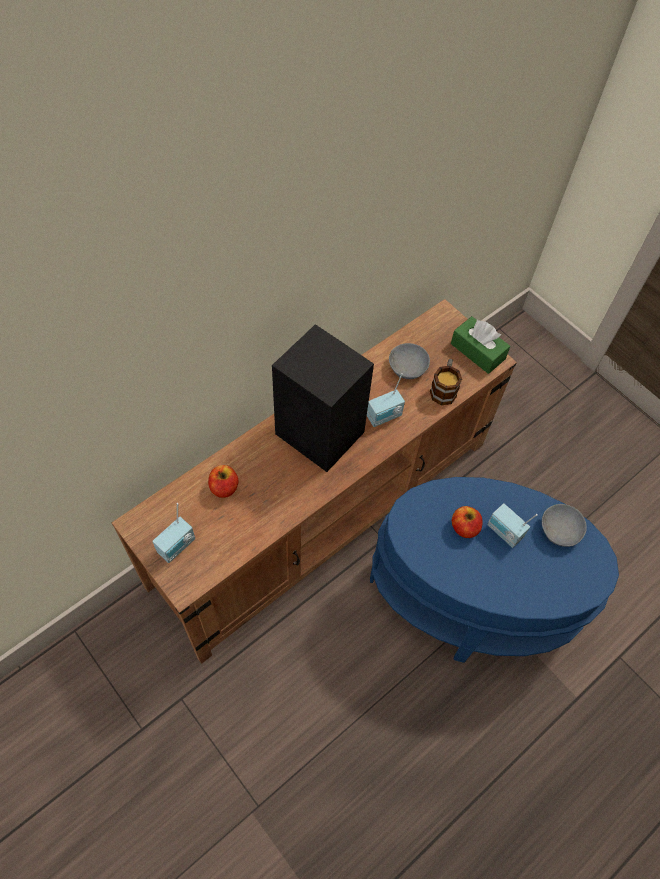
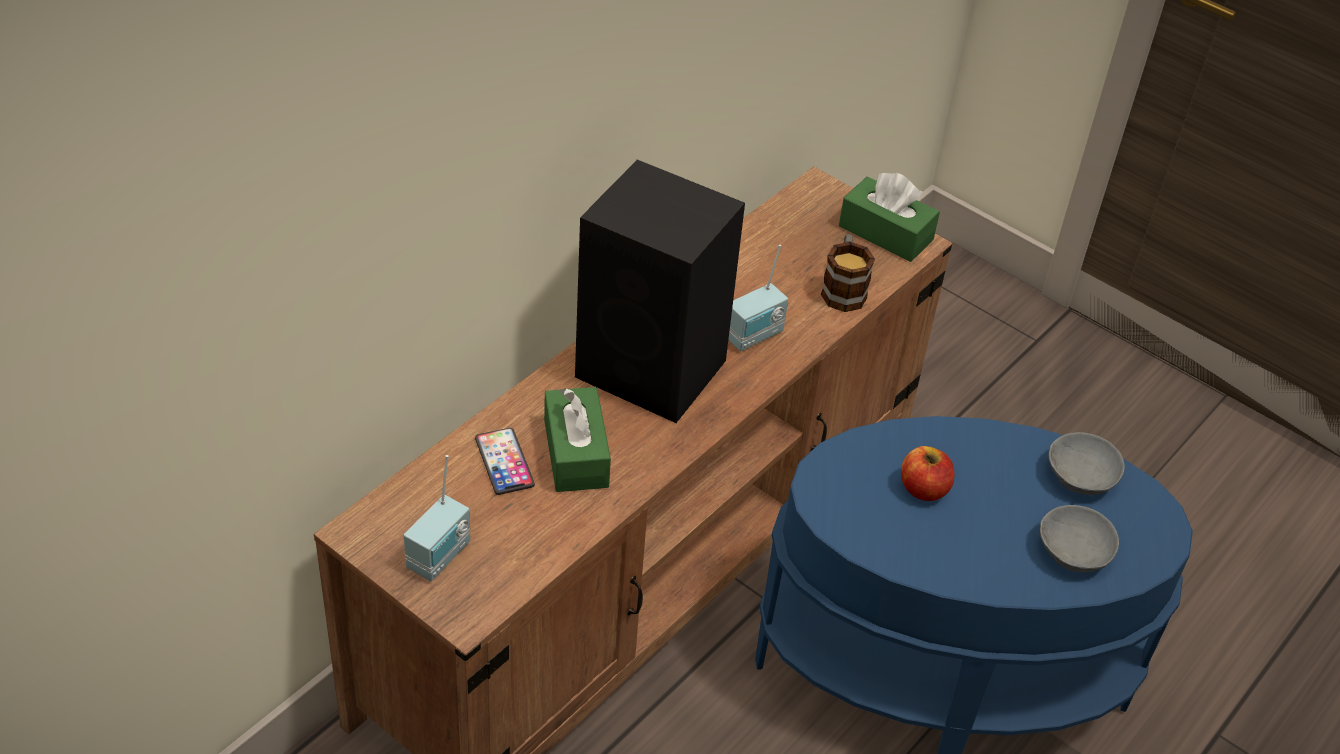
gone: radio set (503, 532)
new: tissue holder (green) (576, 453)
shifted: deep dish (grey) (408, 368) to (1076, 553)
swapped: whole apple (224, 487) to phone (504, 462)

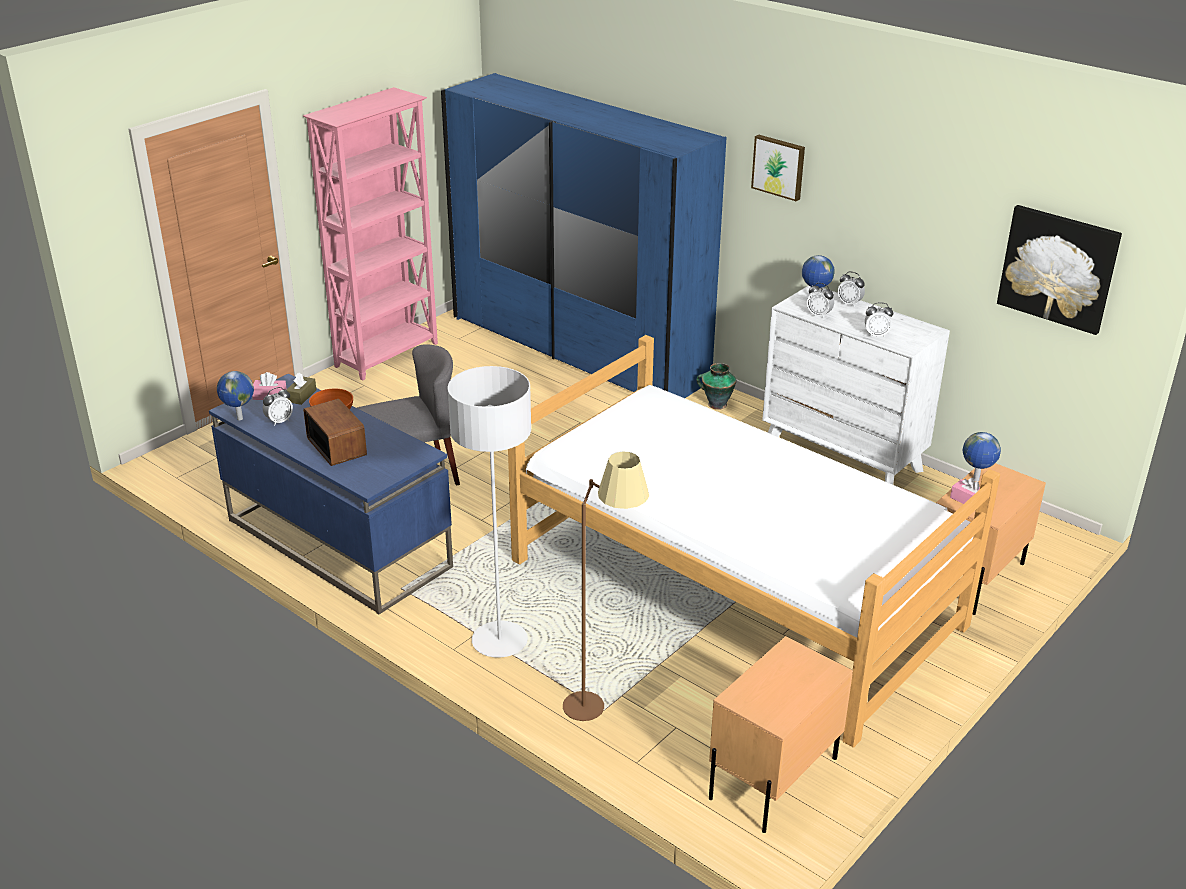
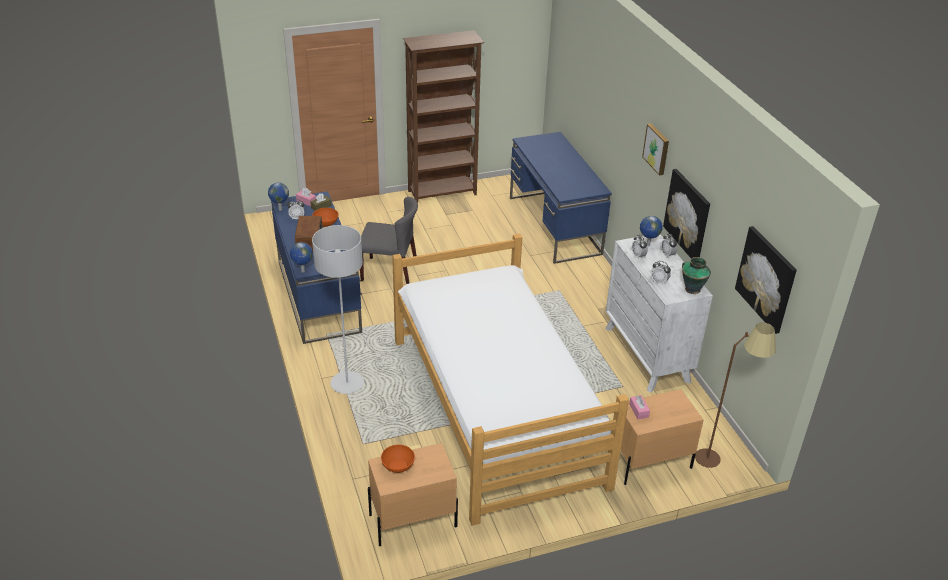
new: deep dish (orange-coloured) (397, 466); wall art (688, 215)
shifted: standing lamp (brown) (602, 704) to (719, 461); decorative vase (716, 404) to (692, 289); world globe (976, 480) to (302, 271)
swapped: wardrobe (blue-coloured) (579, 349) to desk unit (blue-coloured) (554, 226)
repainted: bookcase (pink-coloured) (388, 355) to bookcase (brown) (443, 193)

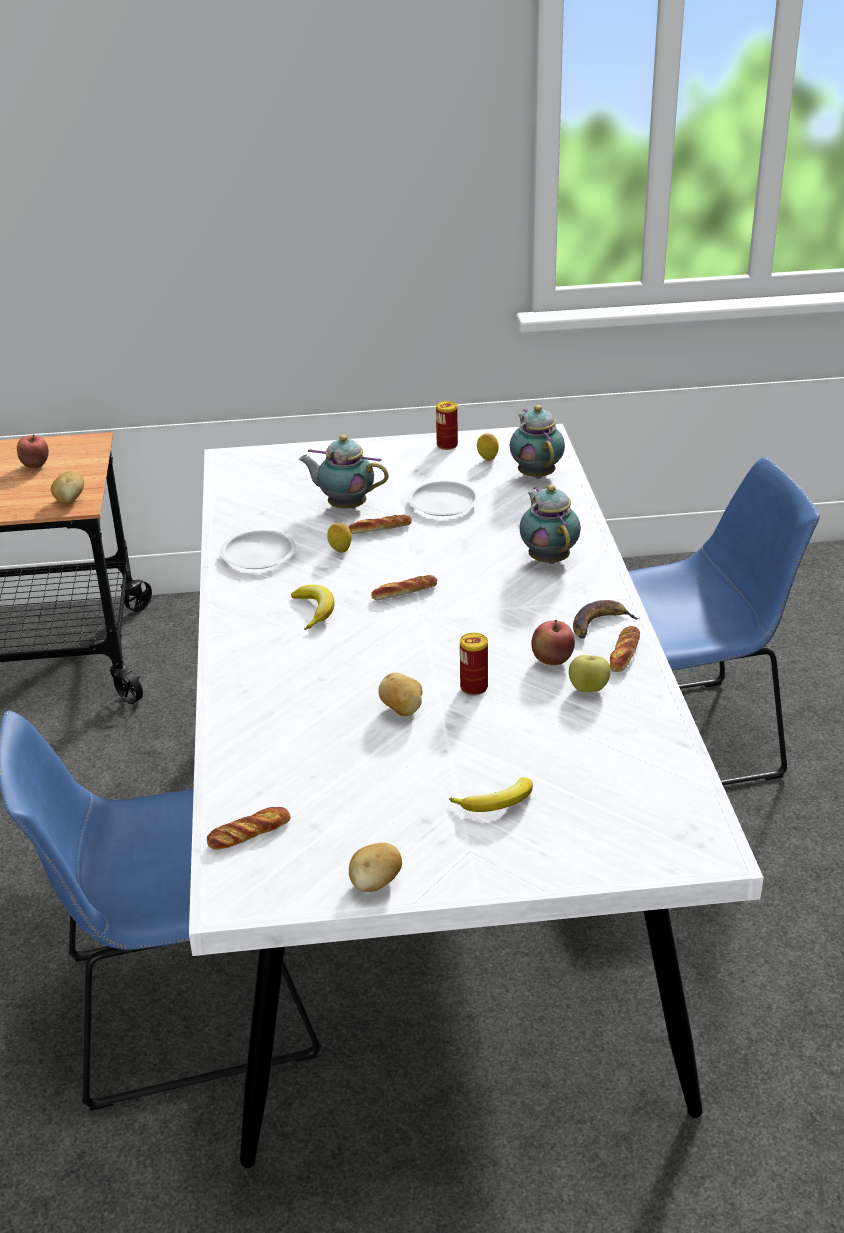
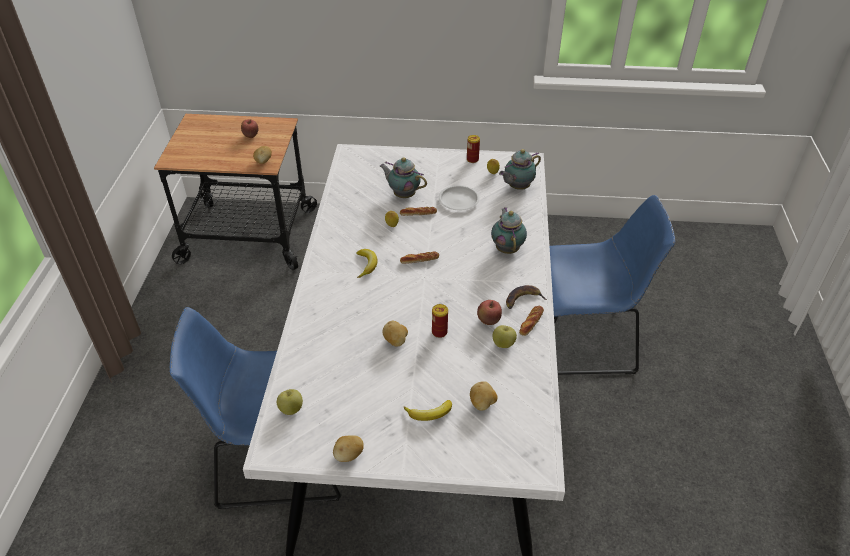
gone: flat dish (white) (258, 554)
new: whole potato (482, 404)
swapped: bread (249, 833) to whole apple (291, 409)
rotated: pot for tea (536, 474) = (517, 187) 120 degrees counterclockwise

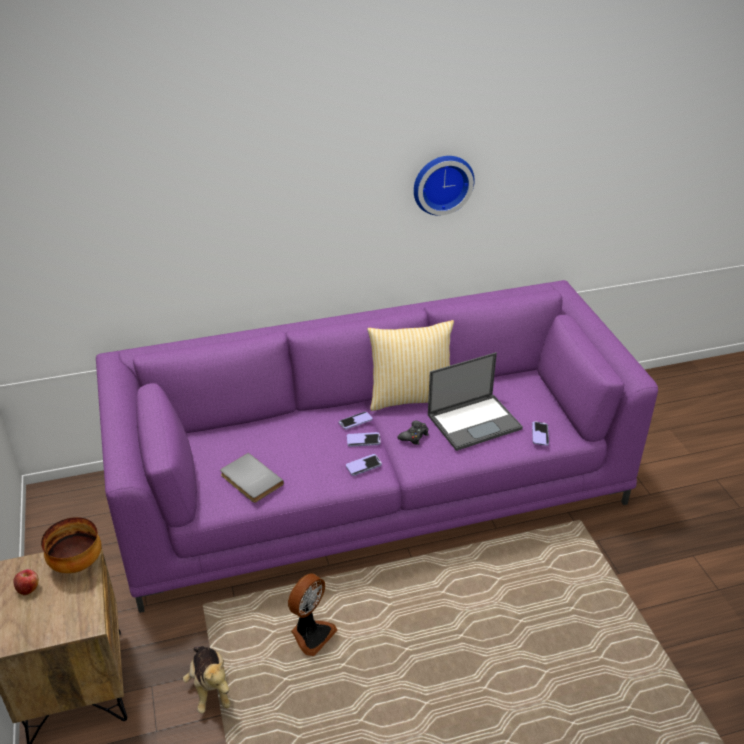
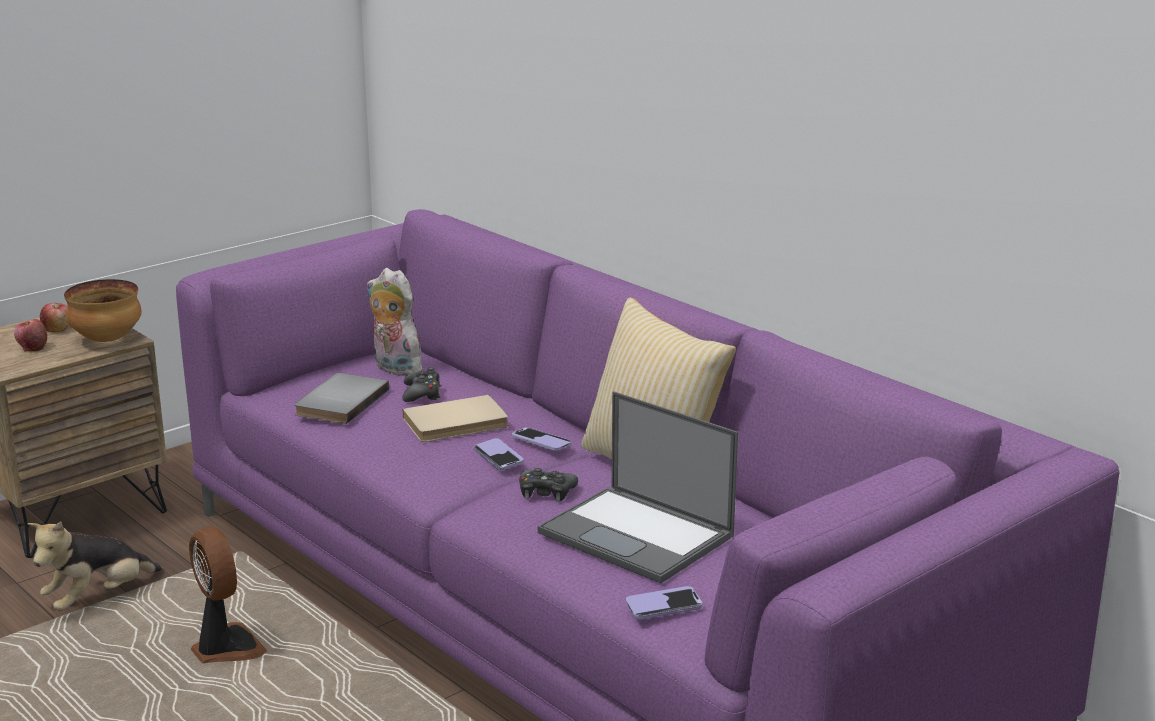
gone: phone (363, 466); wall clock (442, 183)
new: whole apple (32, 347); plush toy (394, 368); gamepad (black) (422, 394); volume (beige-coloured) (457, 424)
rotated: cooling fan (311, 634) = (226, 649) 135 degrees counterclockwise

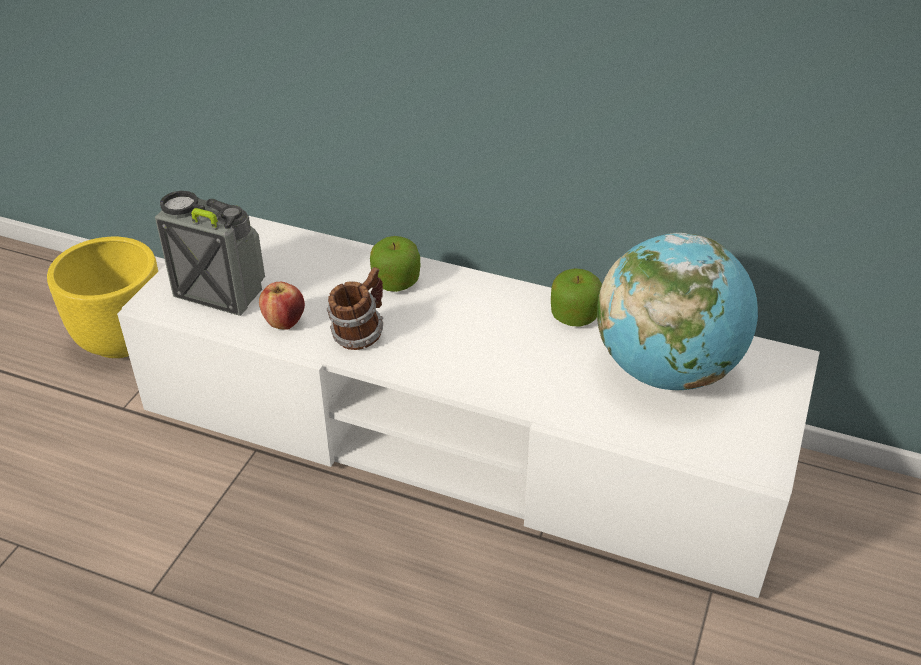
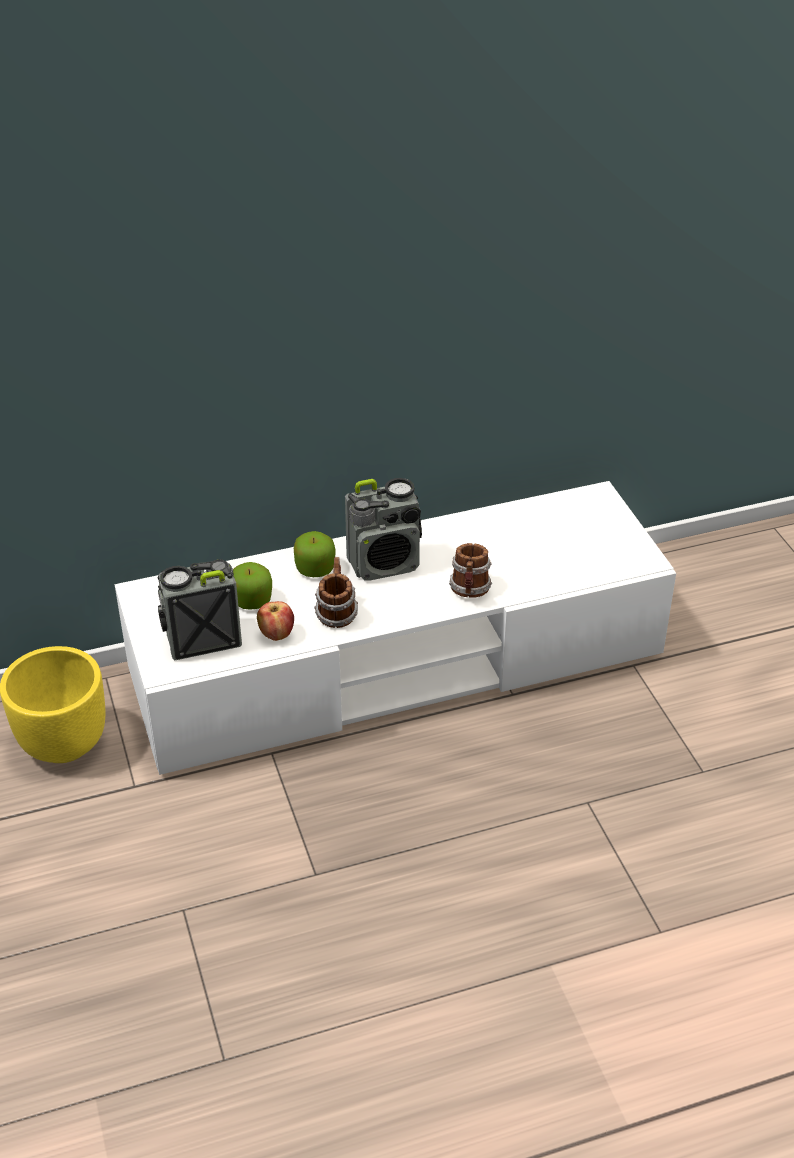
gone: world globe (667, 370)
new: radio set (385, 564); coffee mug (470, 591)
shifted: whole apple (574, 315) to (252, 600)

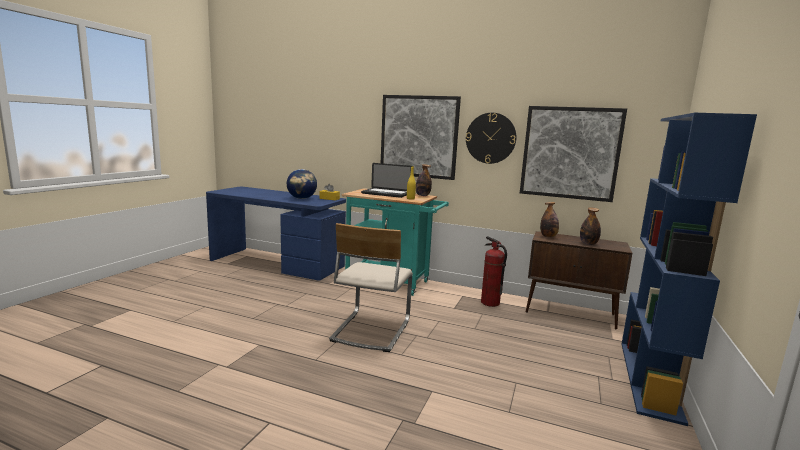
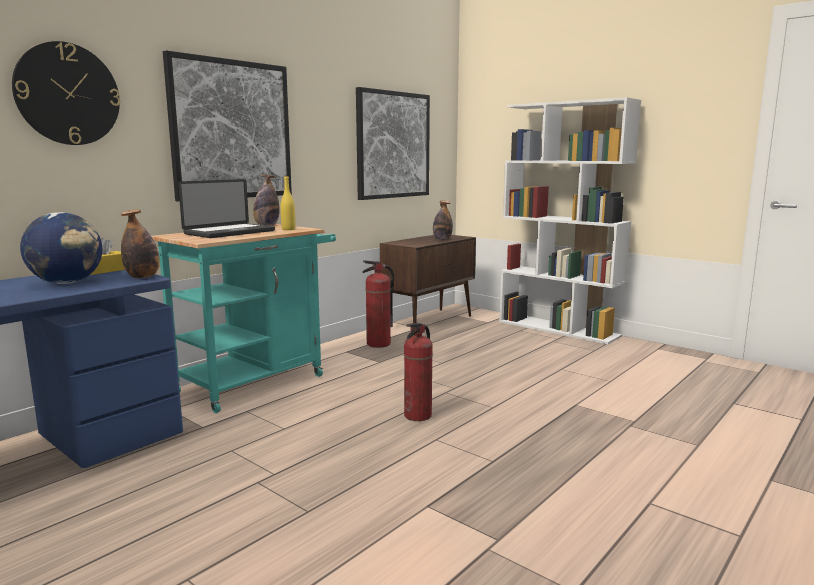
shifted: wall clock (490, 138) to (68, 94); beverage bottle (548, 236) to (143, 277)
swapped: plain chair (beige-coloured) (370, 330) to fire-fighting cylinder (418, 416)
repainted: bookcase (blue-coloured) (650, 379) to bookcase (white) (558, 329)

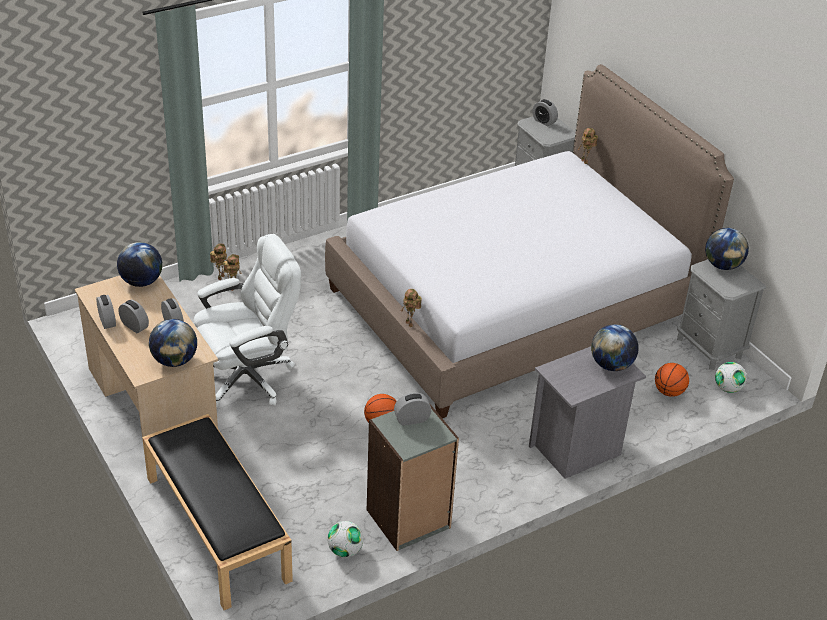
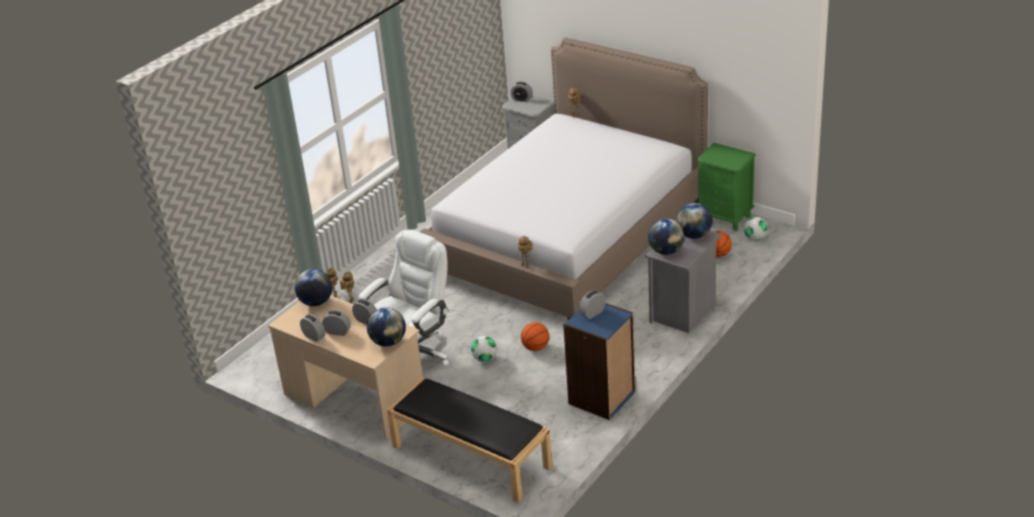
shifted: football (345, 550) to (485, 359); world globe (722, 265) to (666, 251)
repainted: bookcase (grey) (408, 519) to bookcase (blue-coloured) (602, 398); night table (grey) (709, 348) to night table (green) (725, 218)

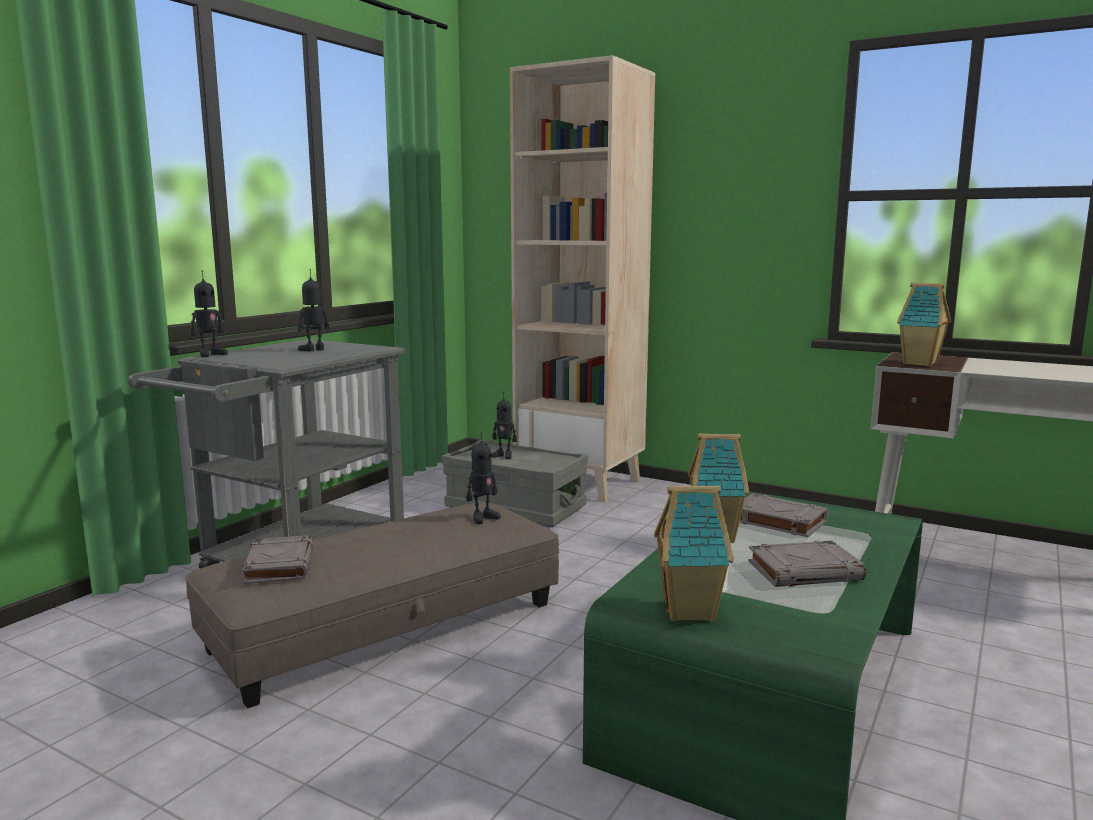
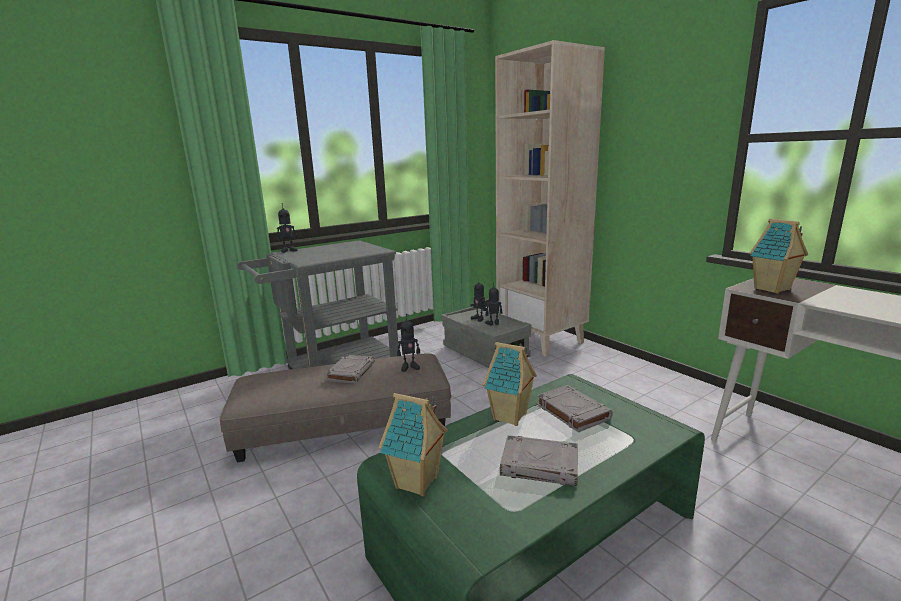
shifted: volume (grey) (279, 565) to (351, 372); robot figure (314, 350) to (493, 324)

